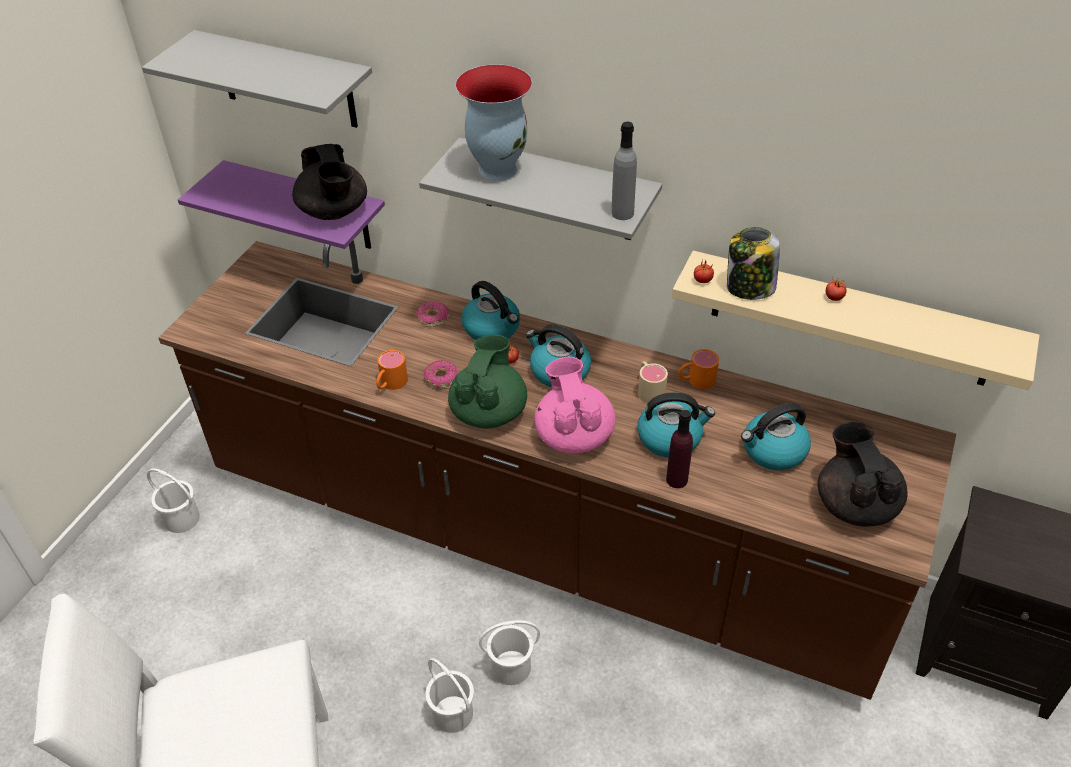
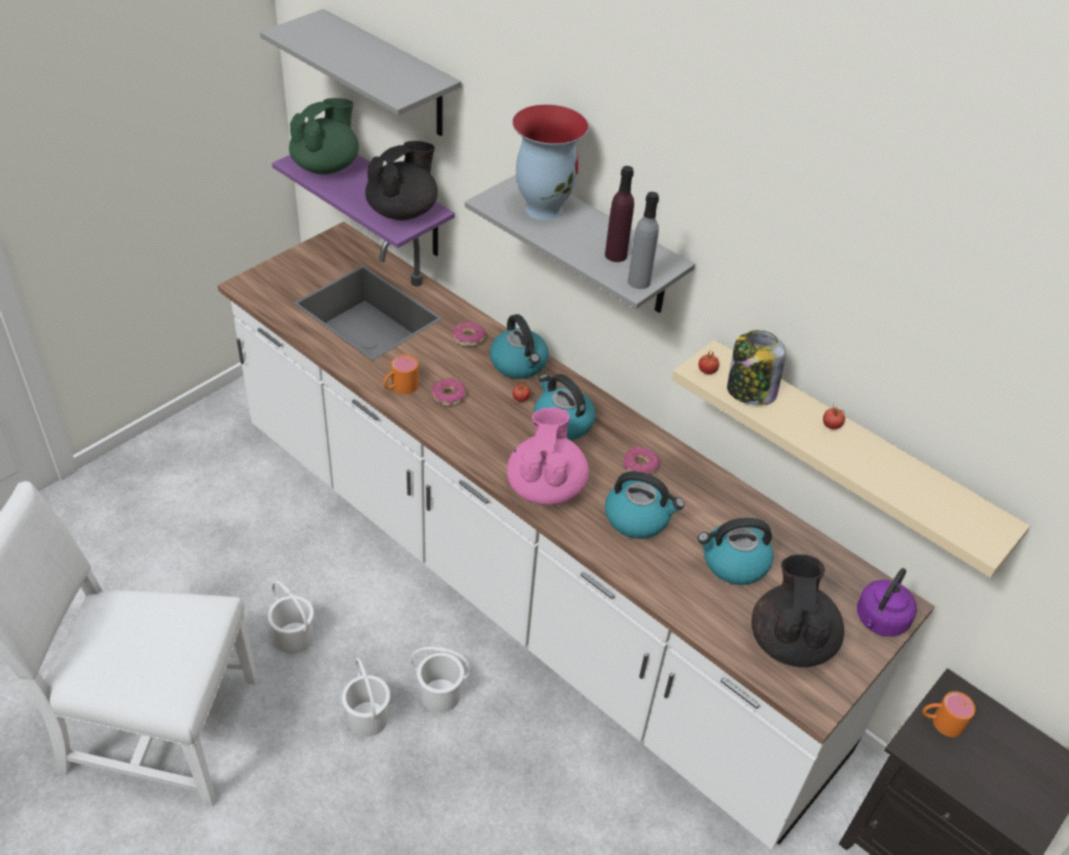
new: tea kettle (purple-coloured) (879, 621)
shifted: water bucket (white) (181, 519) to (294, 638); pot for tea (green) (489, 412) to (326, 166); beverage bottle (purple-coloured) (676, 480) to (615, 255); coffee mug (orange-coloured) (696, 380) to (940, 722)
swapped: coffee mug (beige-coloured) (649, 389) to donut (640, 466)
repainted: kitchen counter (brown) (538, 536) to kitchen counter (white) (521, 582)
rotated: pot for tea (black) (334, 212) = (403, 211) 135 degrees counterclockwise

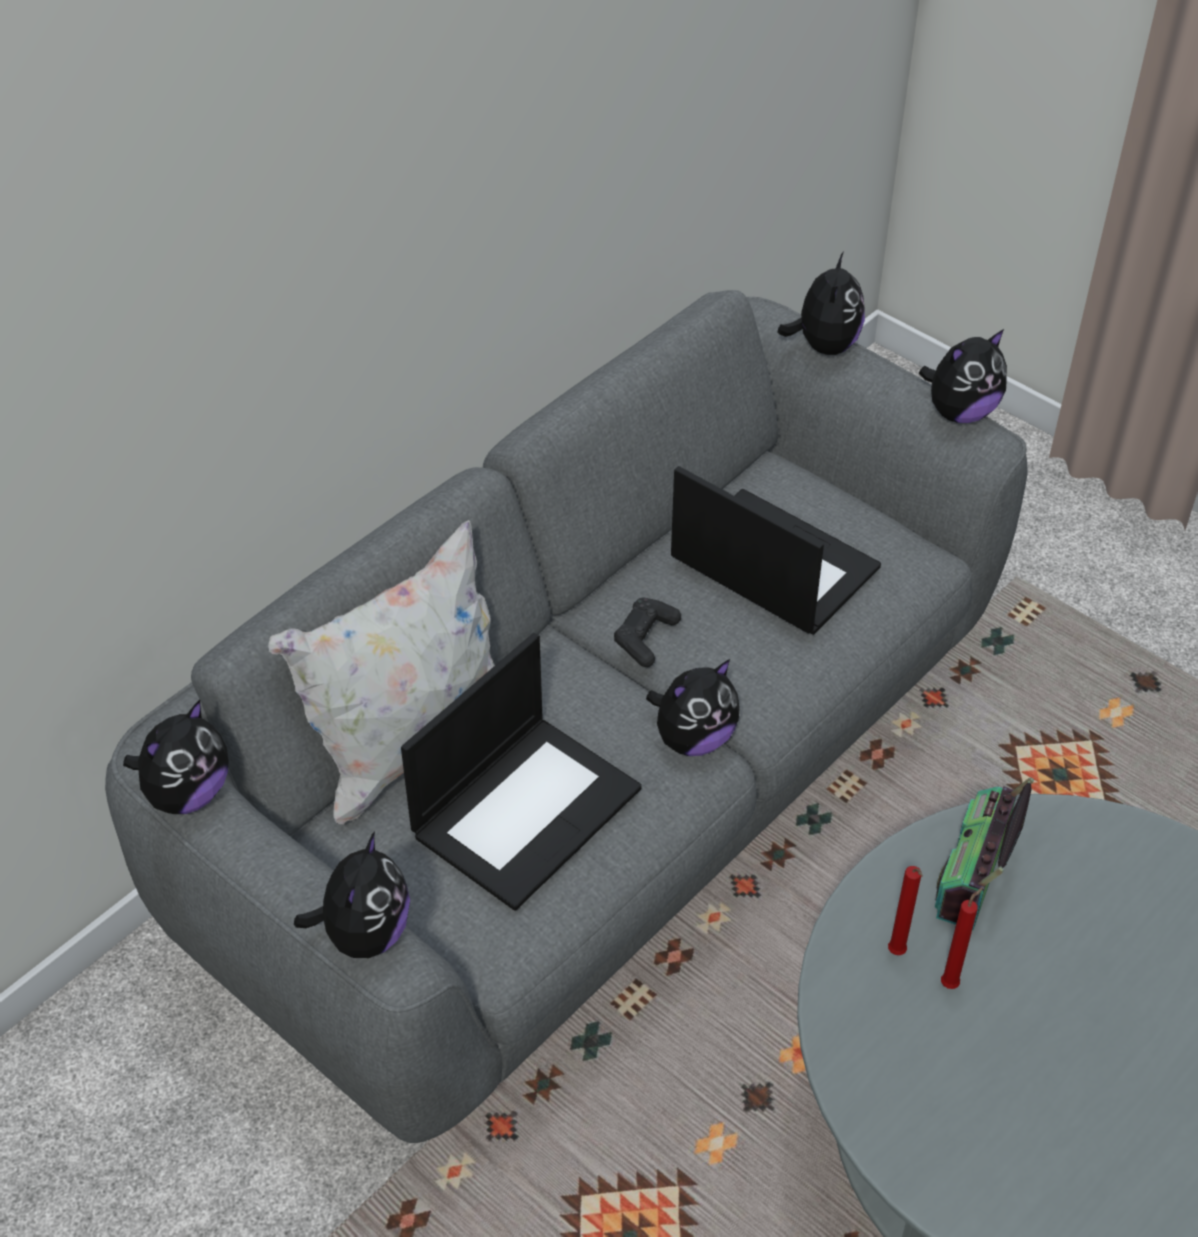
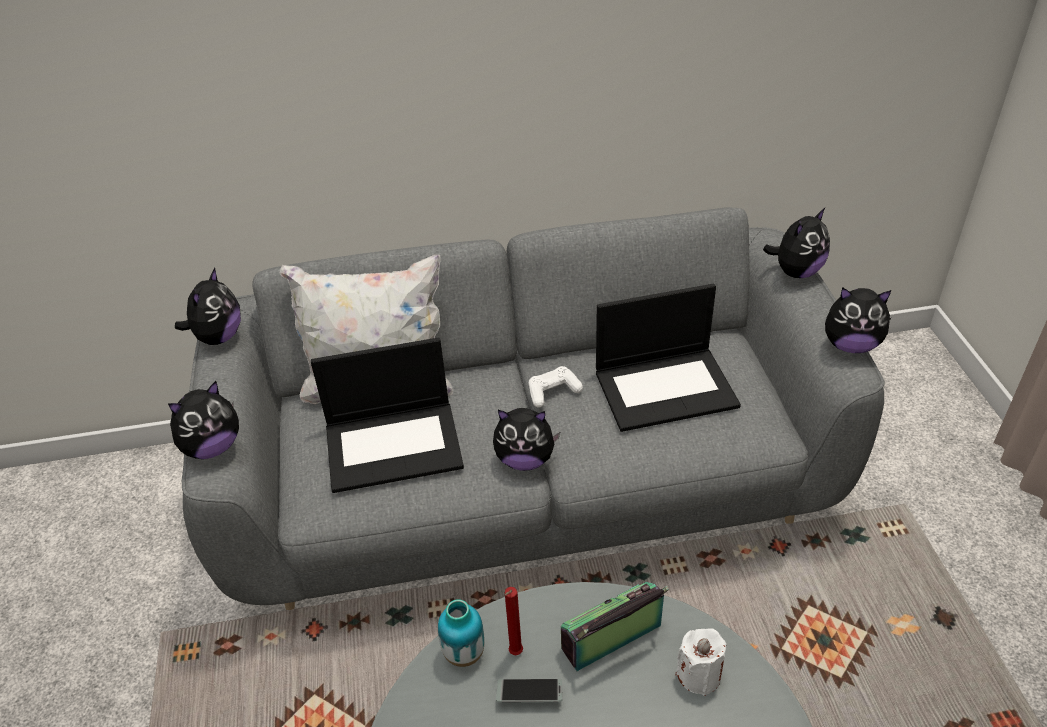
new: decorative vase (464, 653); candle (white) (699, 674)
swapped: candle (reddish) (951, 983) to phone (529, 694)
repainted: gamepad (black) (645, 638) to gamepad (white) (553, 392)
rotated: plush toy (187, 793) = (218, 337) 60 degrees counterclockwise; laptop (771, 564) = (666, 388) 90 degrees clockwise

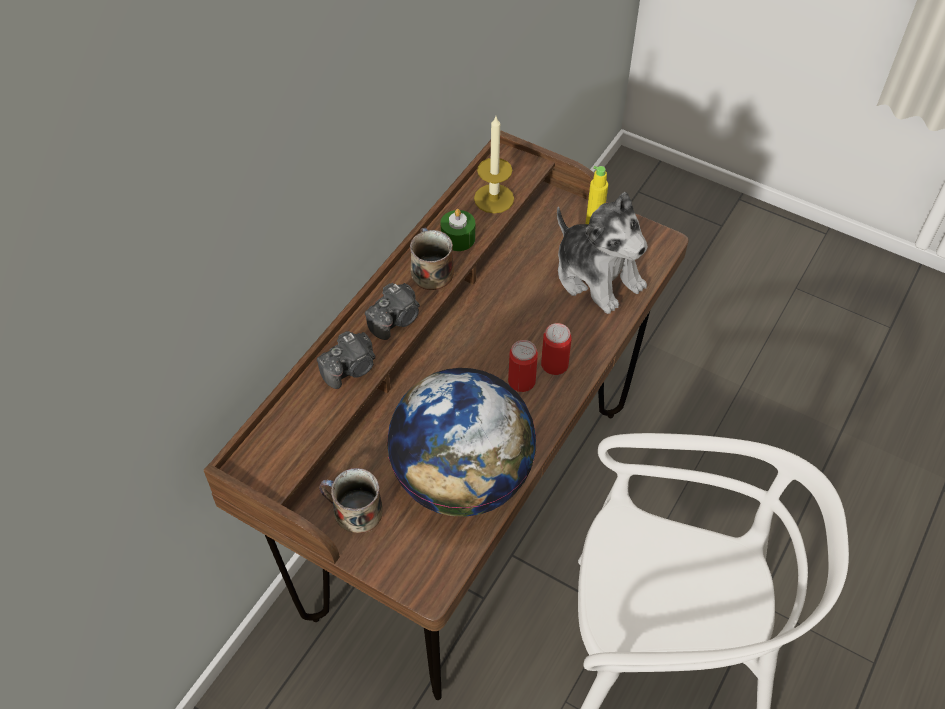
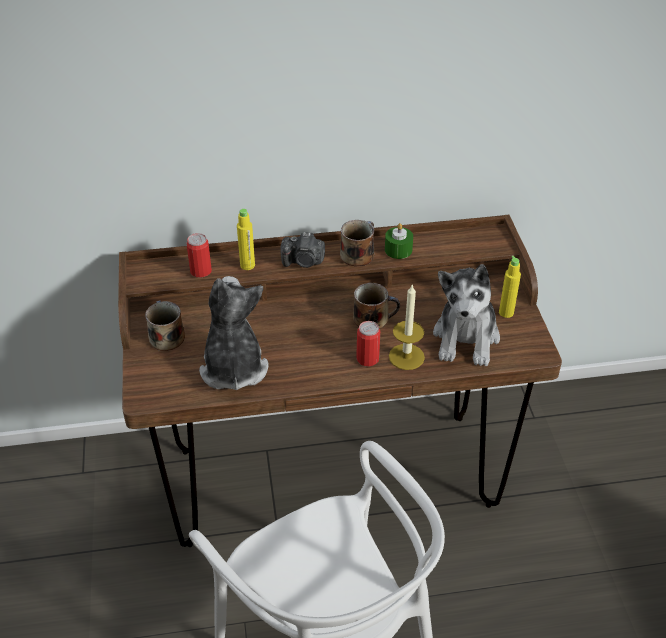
new: coffee mug (373, 318)
shifted: candle (494, 198) to (406, 357); metal can (521, 381) to (201, 271)
swapped: still camera (351, 369) to beverage bottle (yellow) (247, 265); world globe (461, 480) to plush toy (233, 367)

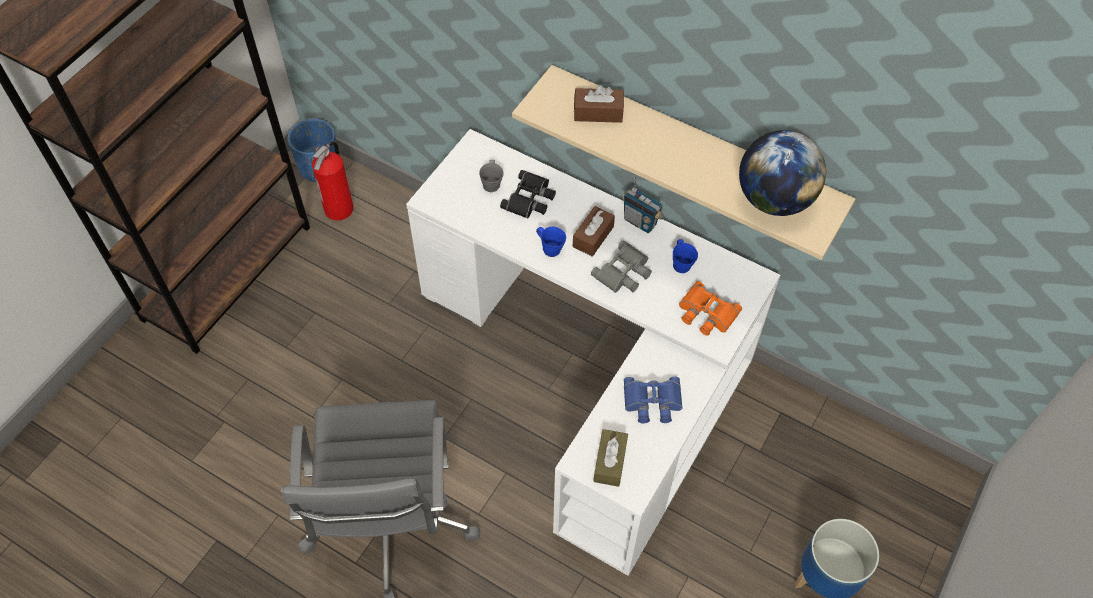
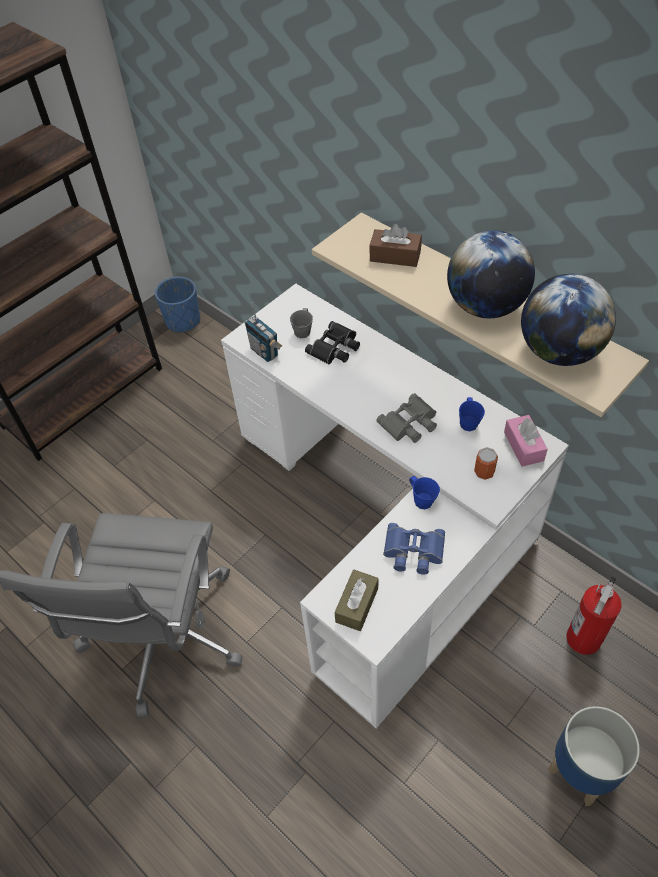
gone: tissue holder (brown) (593, 236)
new: world globe (486, 306); tissue holder (pink-coloured) (523, 446)
shifted: fire-fighting cylinder (339, 209) to (584, 638); coffee mug (blue-coloured) (551, 249) to (422, 500); radio set (640, 222) to (264, 352)
swapped: field glasses (orange-coloured) (706, 313) to metal can (484, 472)

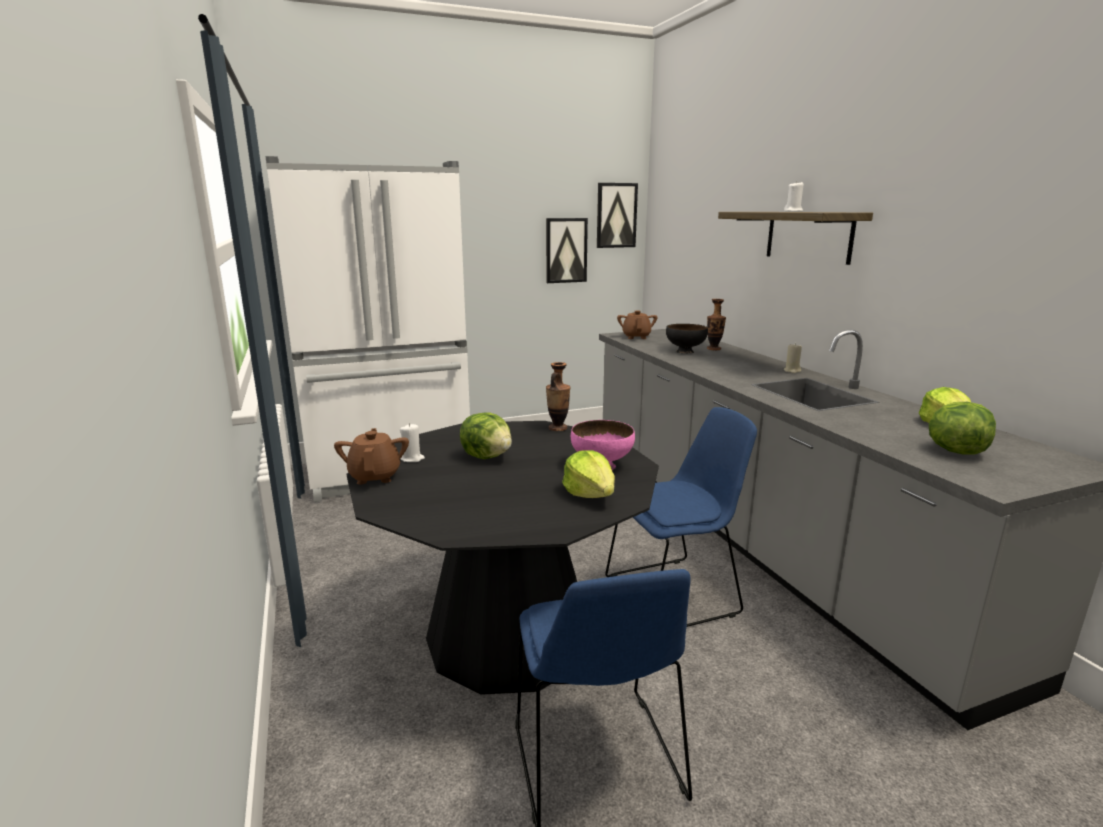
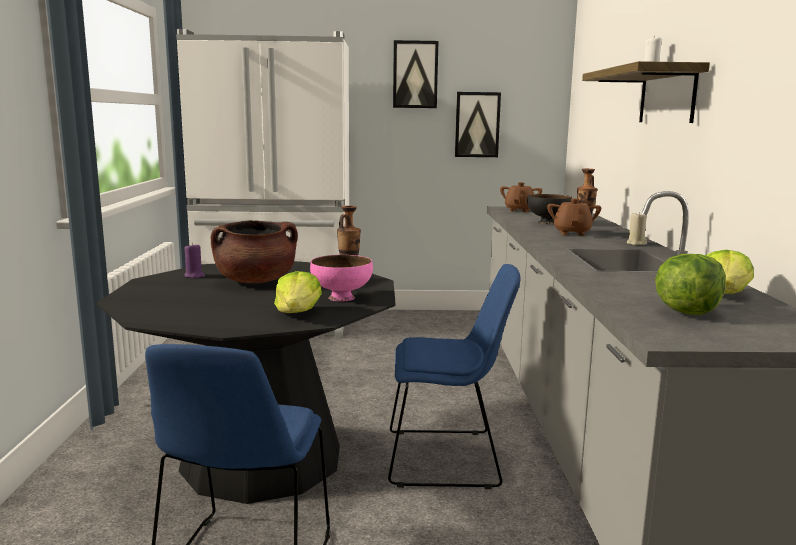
shifted: pot for tea (brown) (375, 476) to (572, 233); wall art (616, 215) to (415, 74)
swapped: lettuce head (487, 456) to cooking pot (brown) (256, 281)
repainted: candle (white) (412, 459) to candle (purple-coloured) (194, 276)

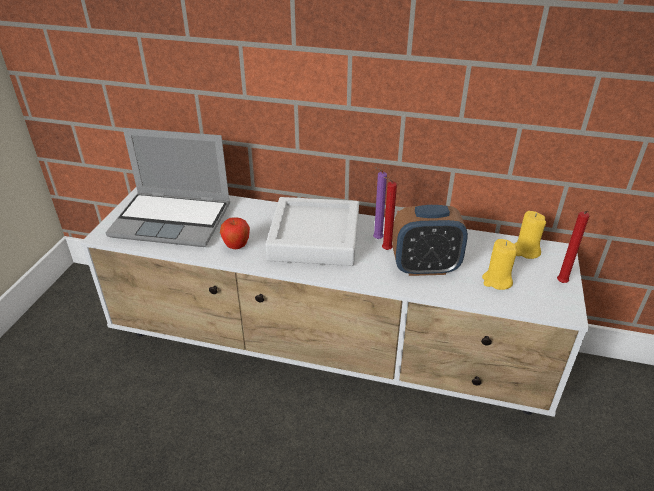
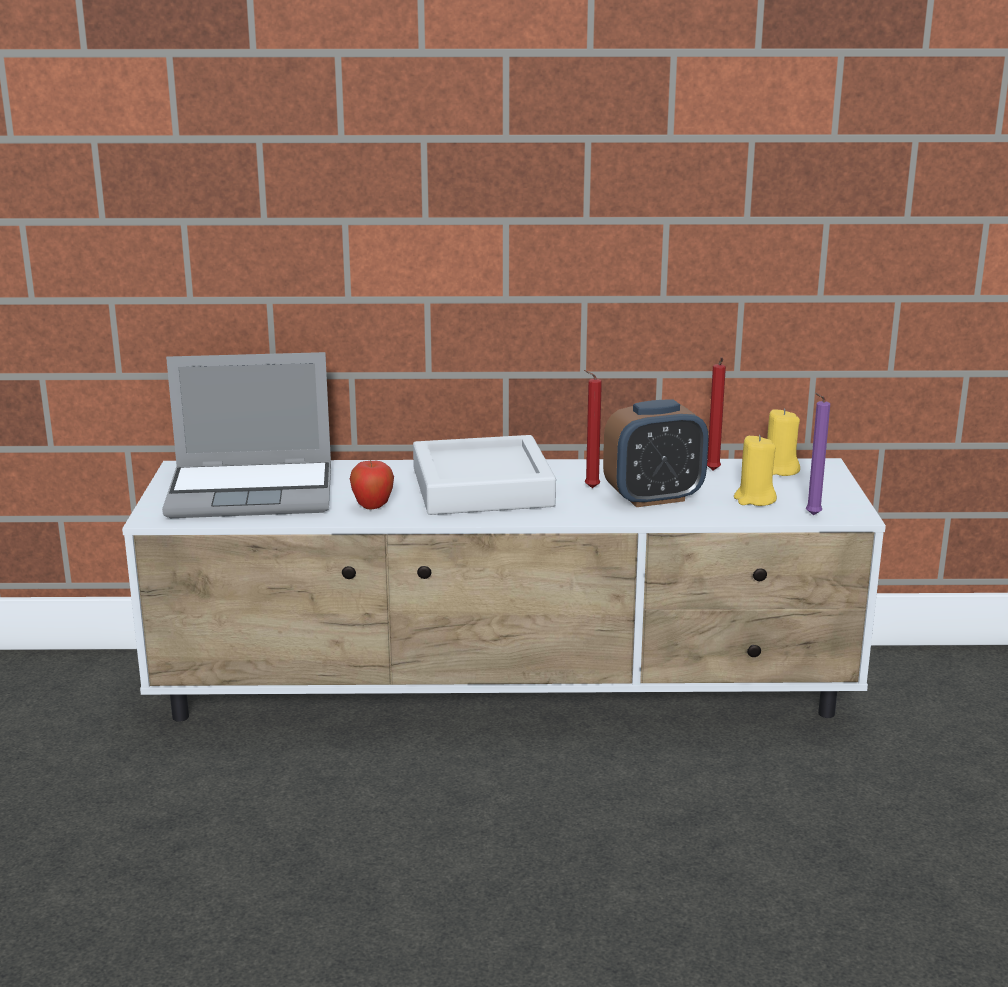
shifted: candle (purple-coloured) (376, 239) to (811, 515); candle (reddish) (561, 284) to (713, 471)

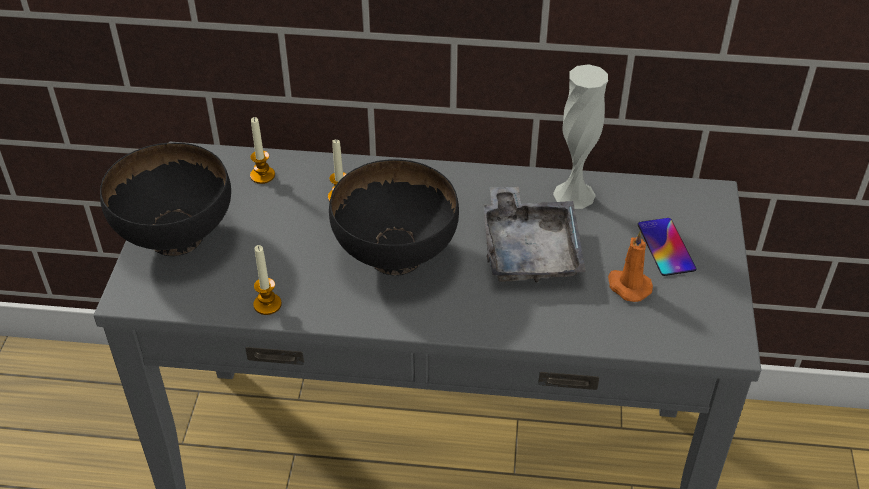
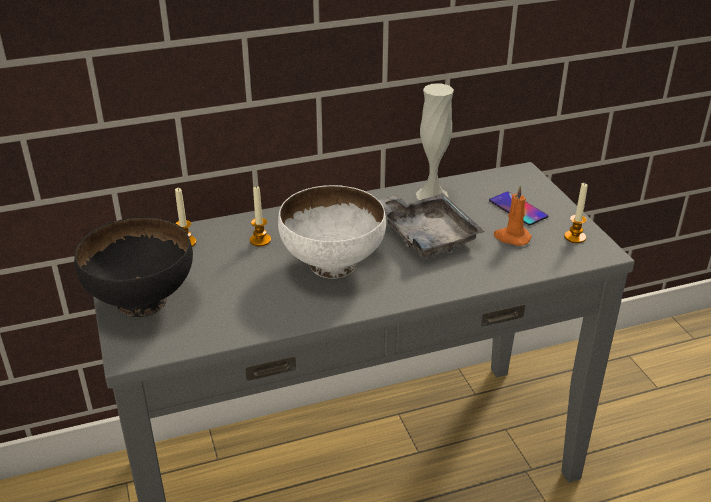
shifted: candle (267, 304) to (575, 237)
repainted: deep dish (black) (394, 256) to deep dish (white) (332, 266)

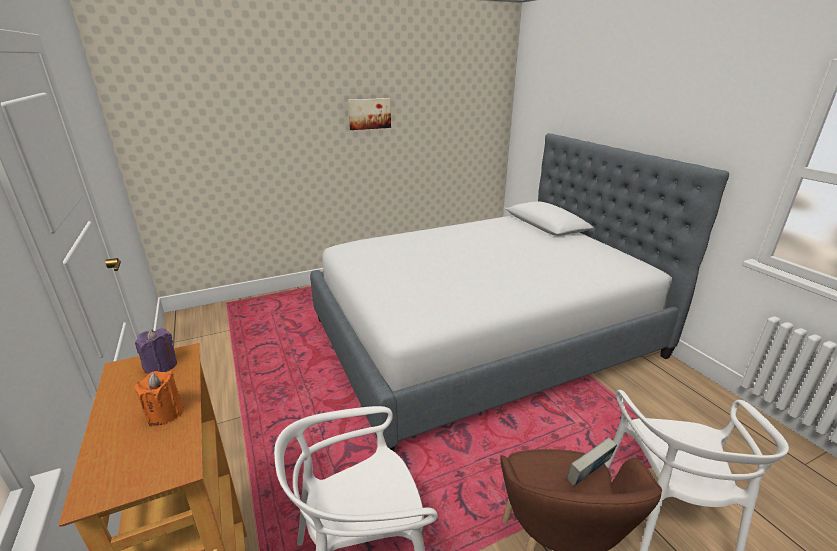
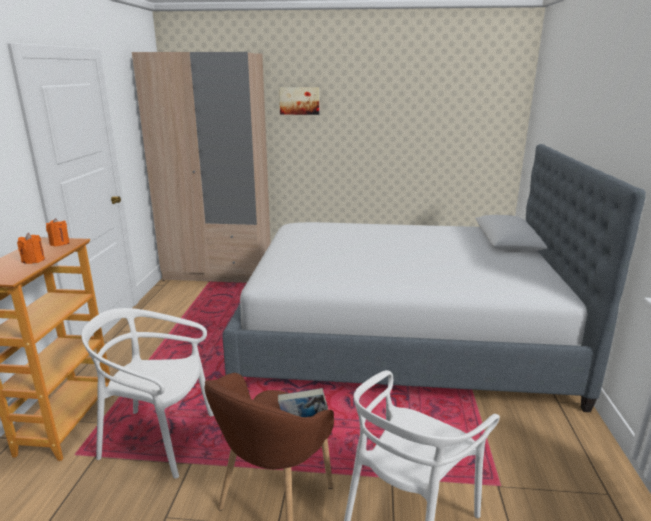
new: wardrobe (beige-coloured) (219, 272)
shifted: wall art (369, 113) to (299, 100)
repainted: candle (purple-coloured) (161, 366) to candle (orange-coloured) (59, 243)

